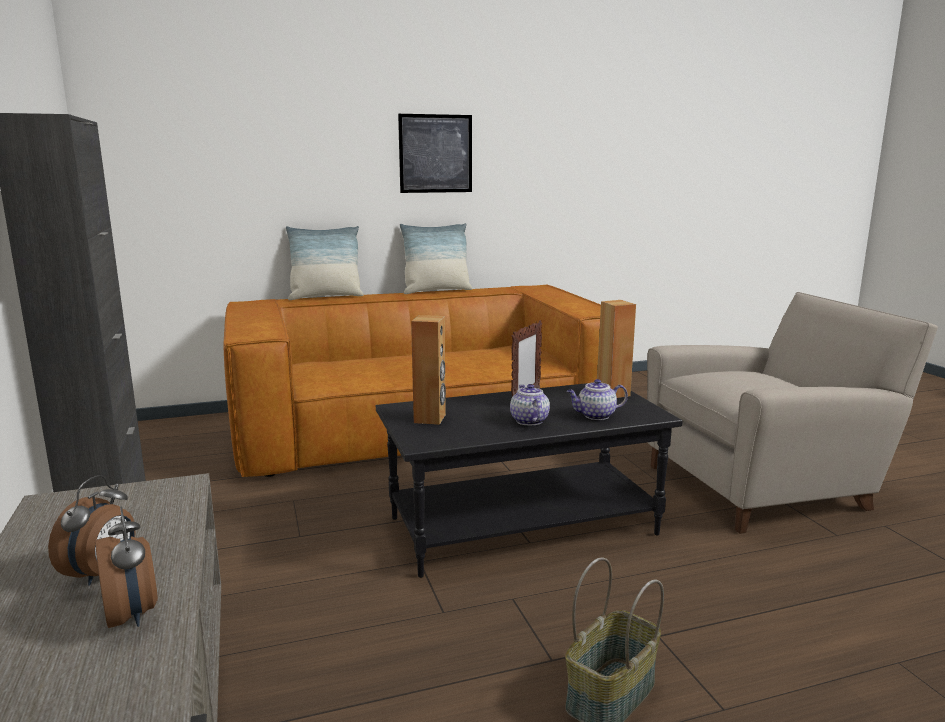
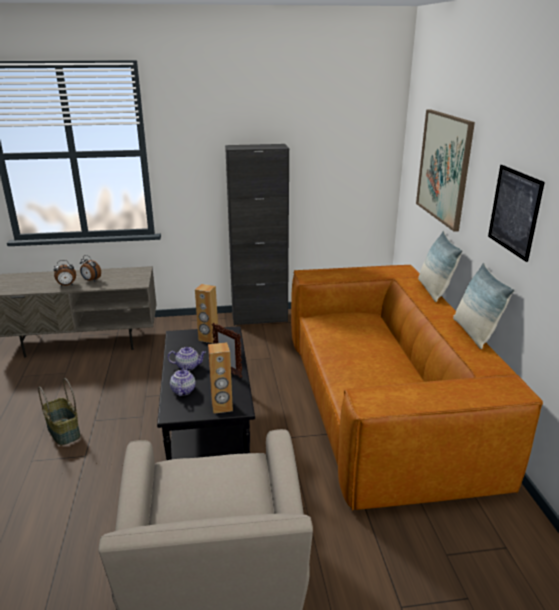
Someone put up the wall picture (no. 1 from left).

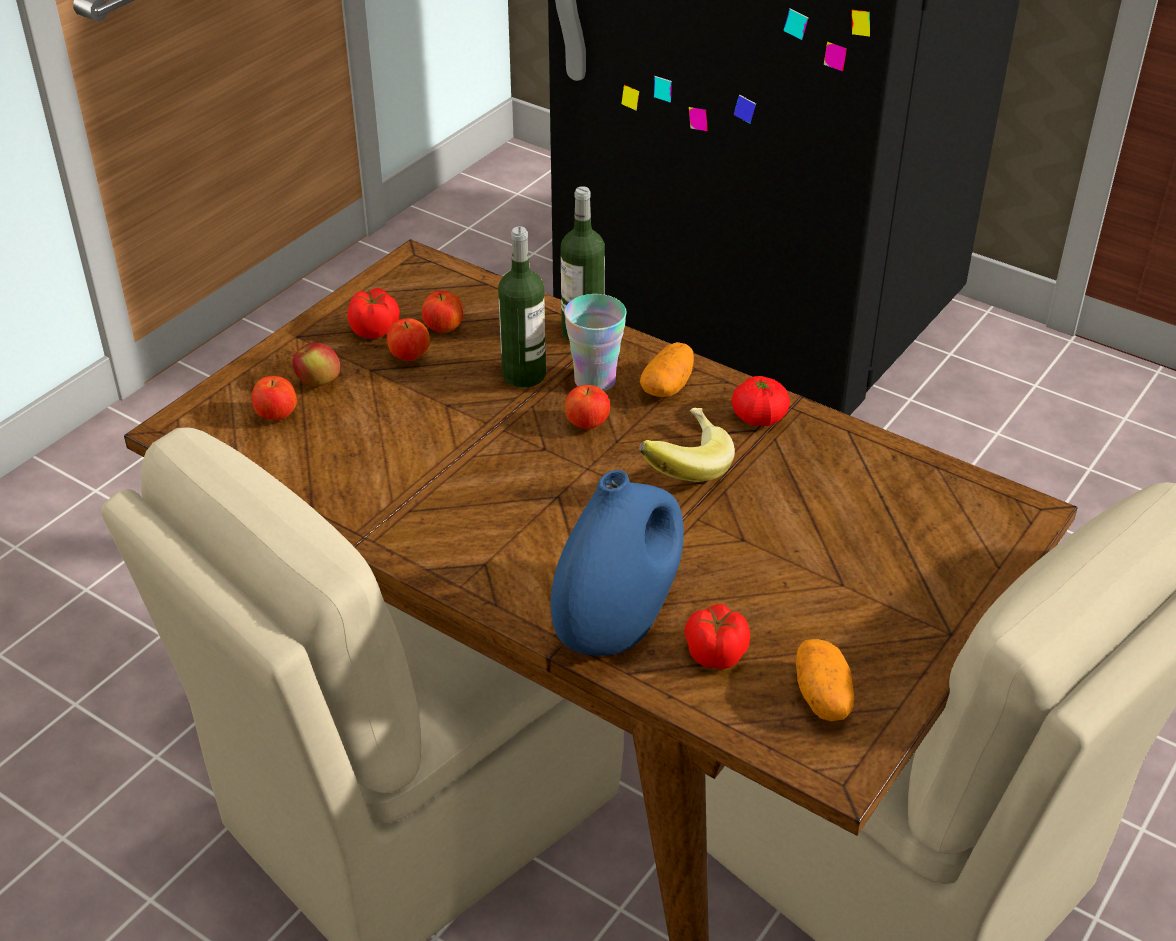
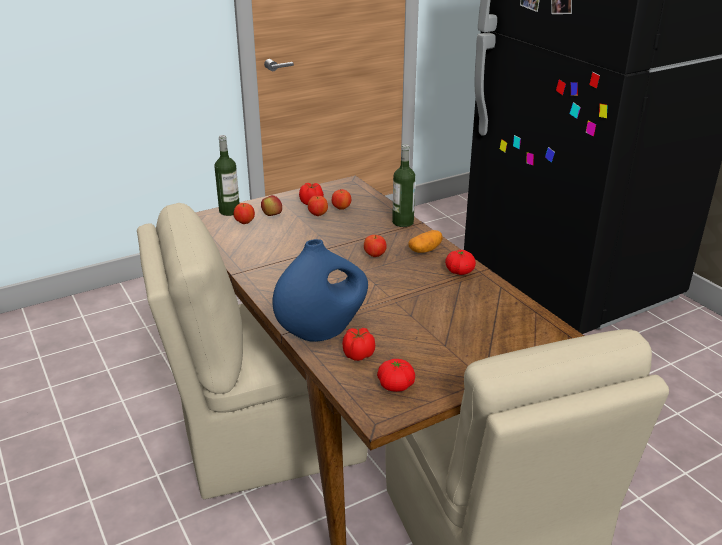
Someone carried the bottle (no. 1 from left).
Someone swapped the whole potato (no. 2 from left) for the fresh tomato (no. 3 from left).
Someone took away the drinking cup.
Someone took away the banana fruit.

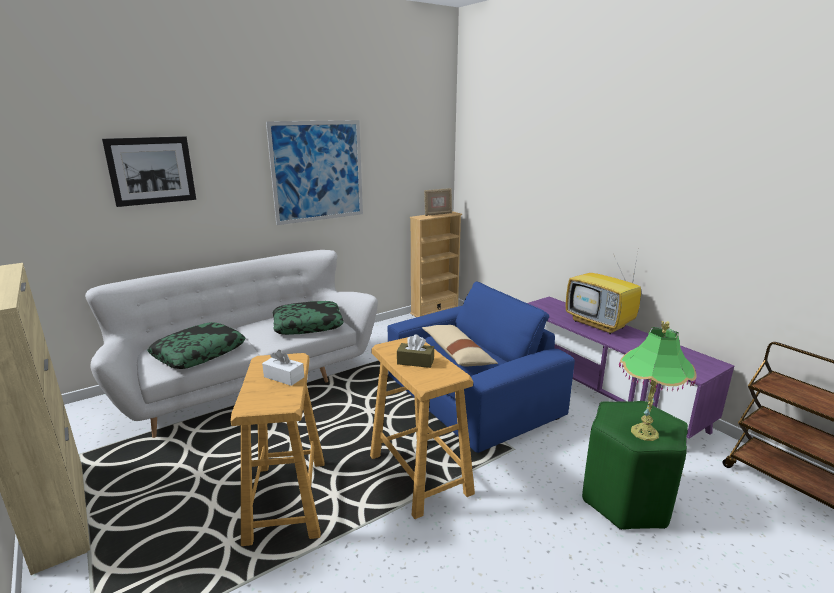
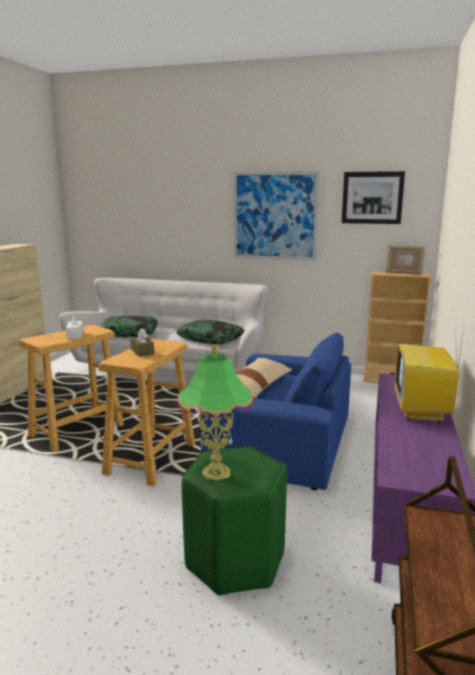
Someone carried the wall picture (no. 1 from left in the first image).

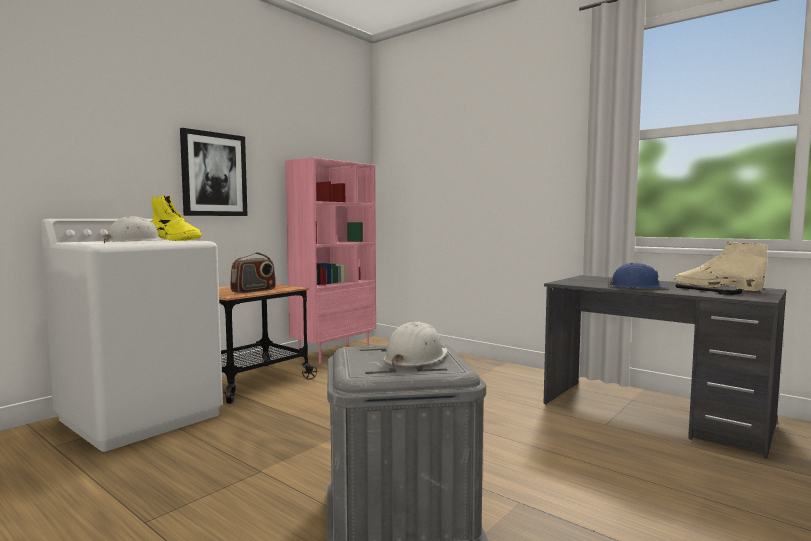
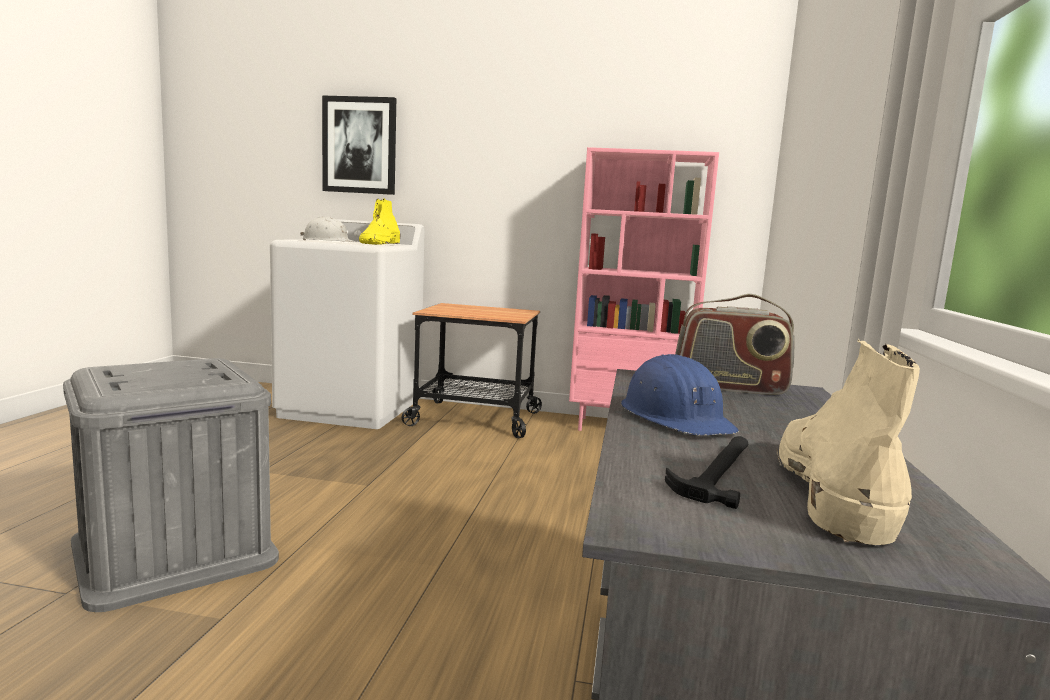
Someone carried the wall picture.
Someone carried the radio set.
Someone took away the whitish safety helmet (no. 2 from left).

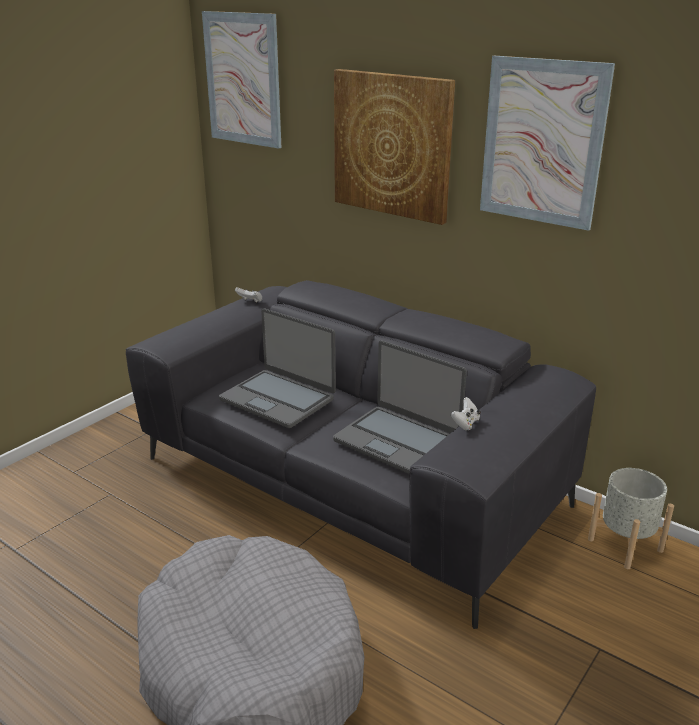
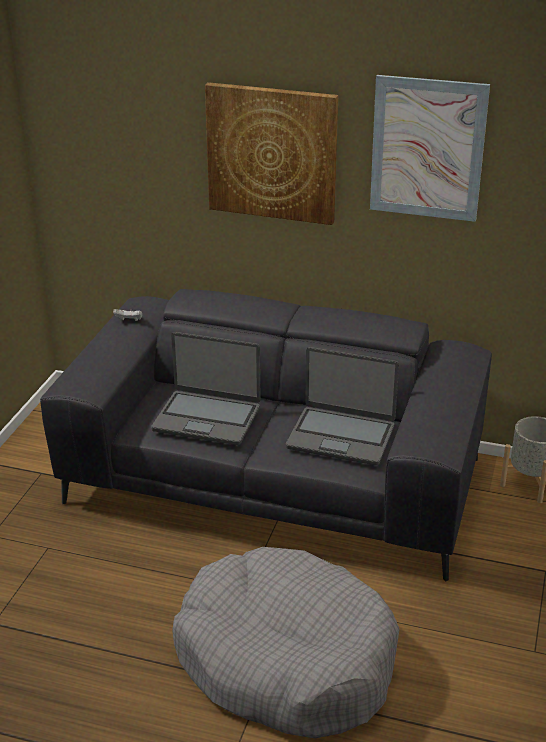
Someone took away the wall picture (no. 1 from left).
Someone took away the whitish joypad (no. 2 from left).

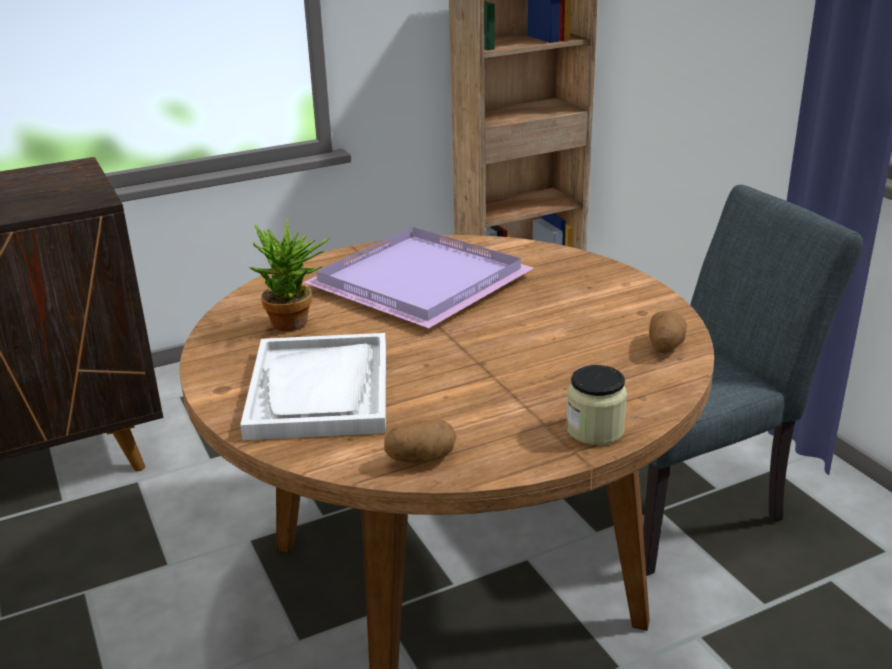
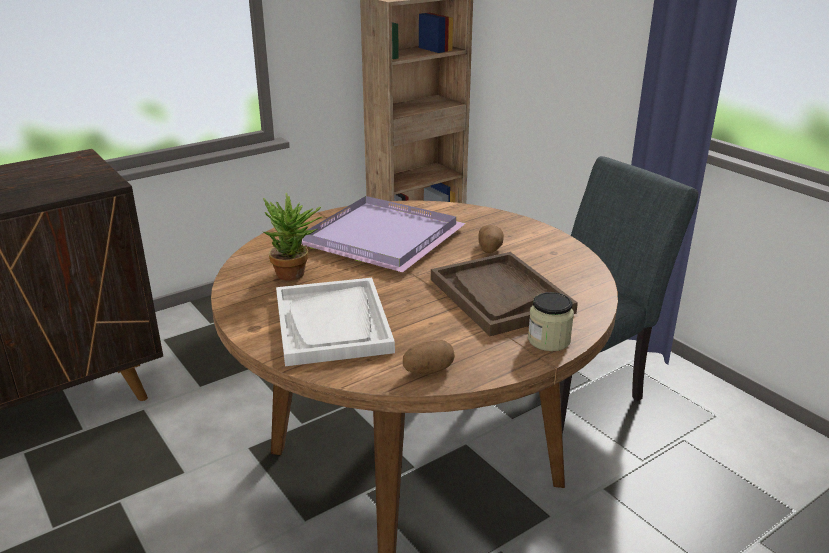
Someone put down the brown-coloured tray.
Someone carried the whole potato (no. 2 from left).

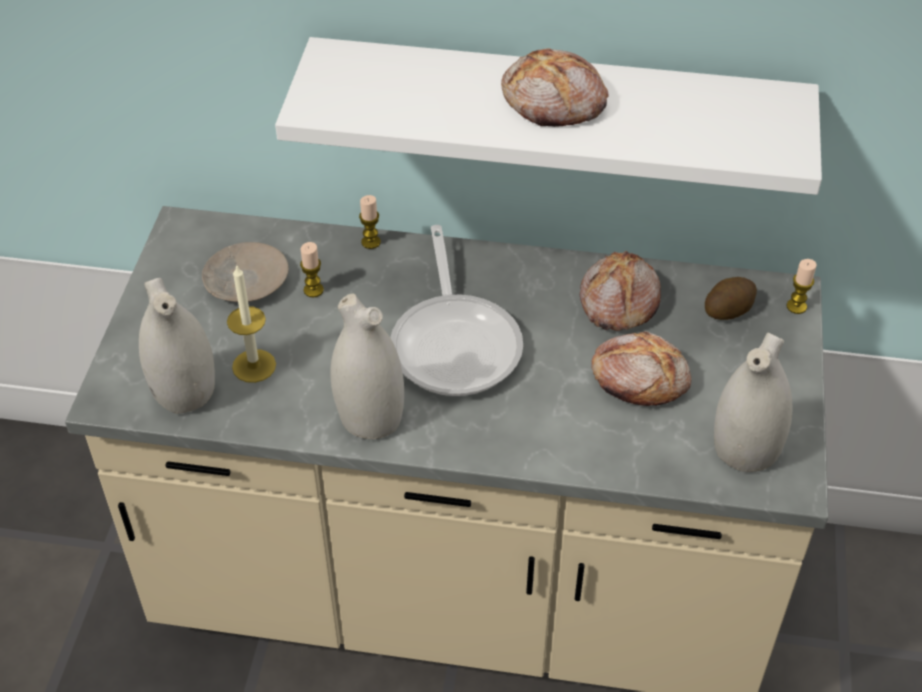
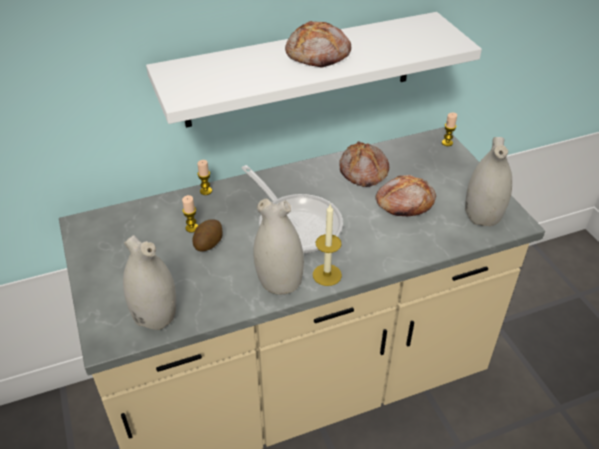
Someone carried the whole potato.
Someone carried the candle (no. 1 from left in the first image).
Someone took away the sand-coloured dinner plate.

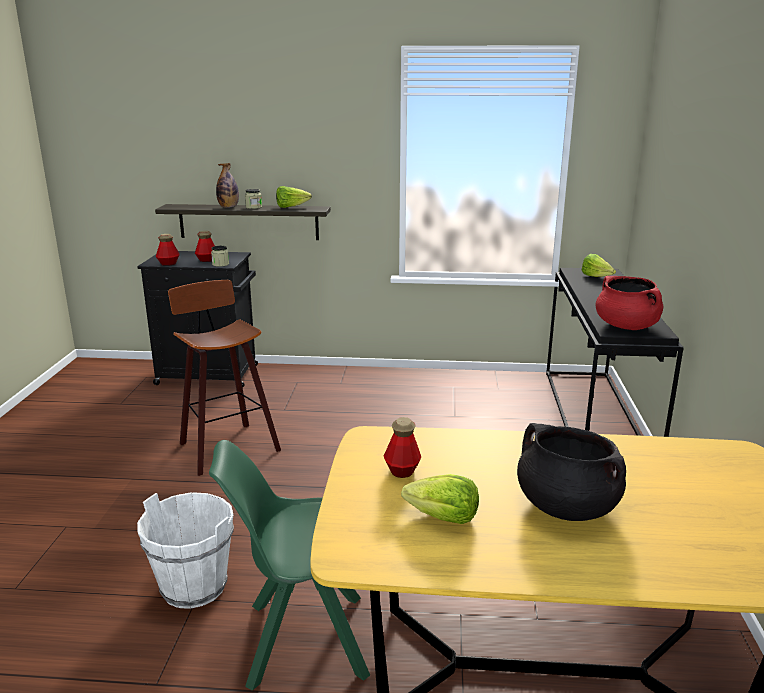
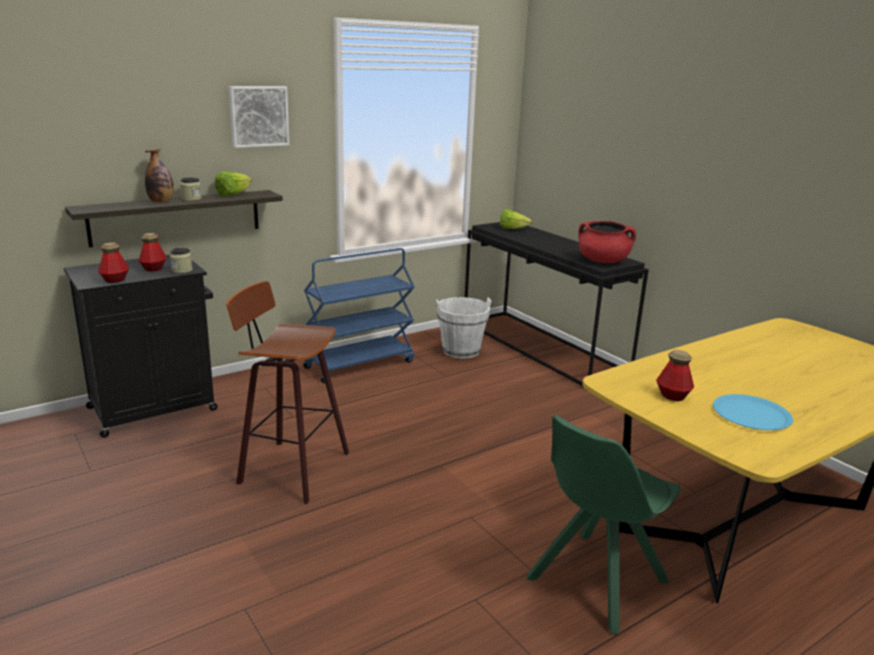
Someone put up the wall picture.
Someone put down the blue trolley.
Someone carried the whitish water bucket.
Someone swapped the head of lettuce (no. 2 from left) for the blue dinner plate.
Someone took away the blackish cooking pot.

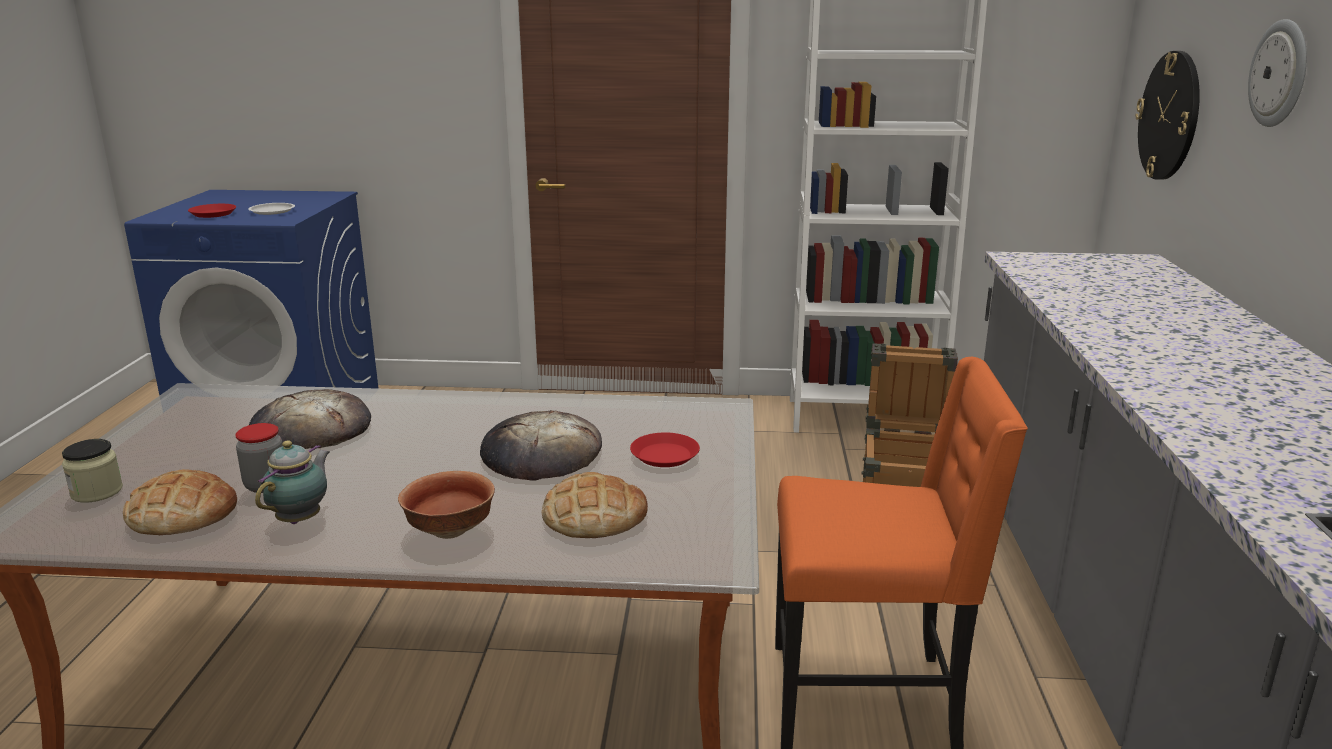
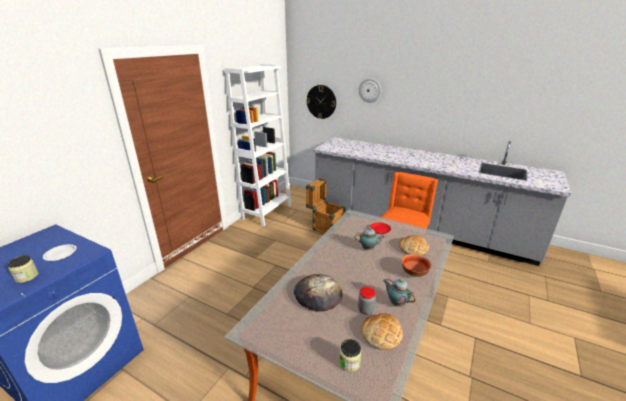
Someone swapped the red-coloured dinner plate (no. 1 from left) for the jar (no. 1 from left).
Someone swapped the bread (no. 3 from left) for the pot for tea (no. 1 from left).

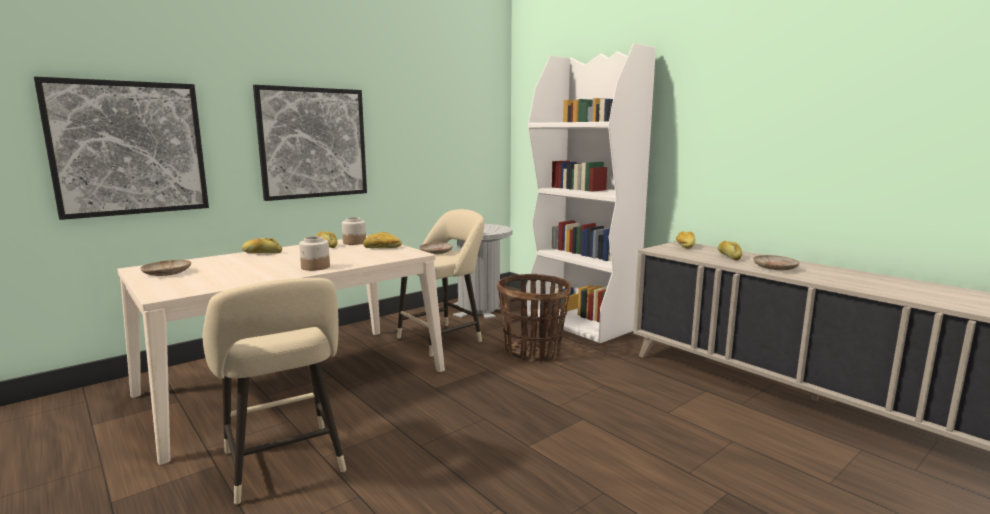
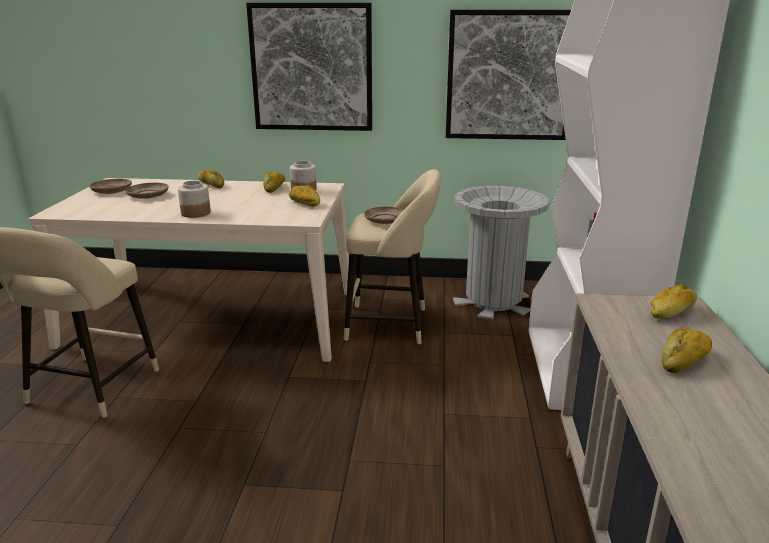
Someone carried the sand-coloured dinner plate (no. 3 from left in the first image).
Someone carried the wall picture (no. 1 from left in the first image).
Someone took away the household basket.

